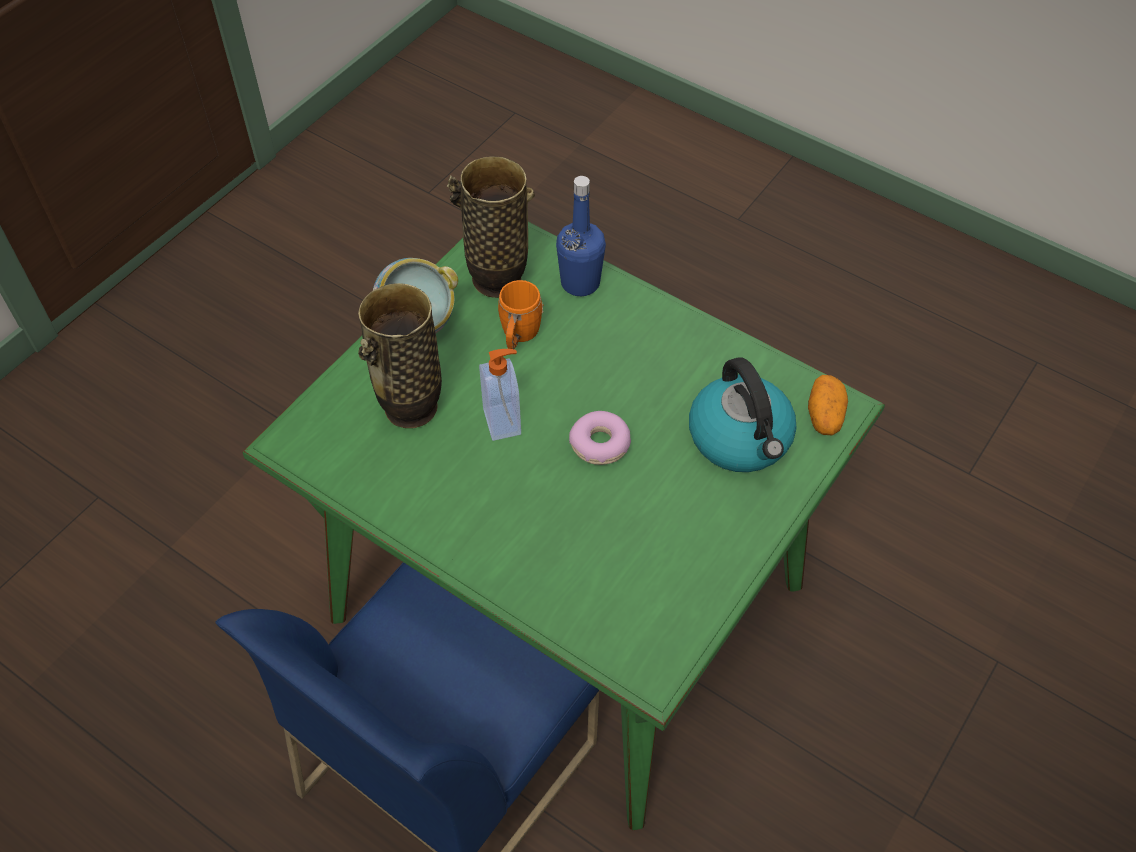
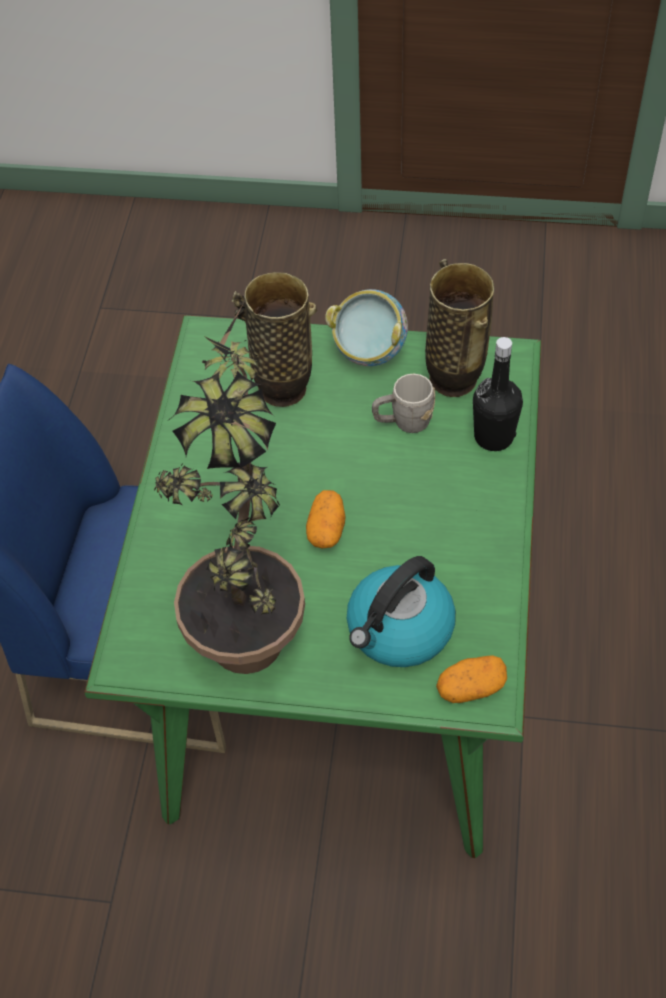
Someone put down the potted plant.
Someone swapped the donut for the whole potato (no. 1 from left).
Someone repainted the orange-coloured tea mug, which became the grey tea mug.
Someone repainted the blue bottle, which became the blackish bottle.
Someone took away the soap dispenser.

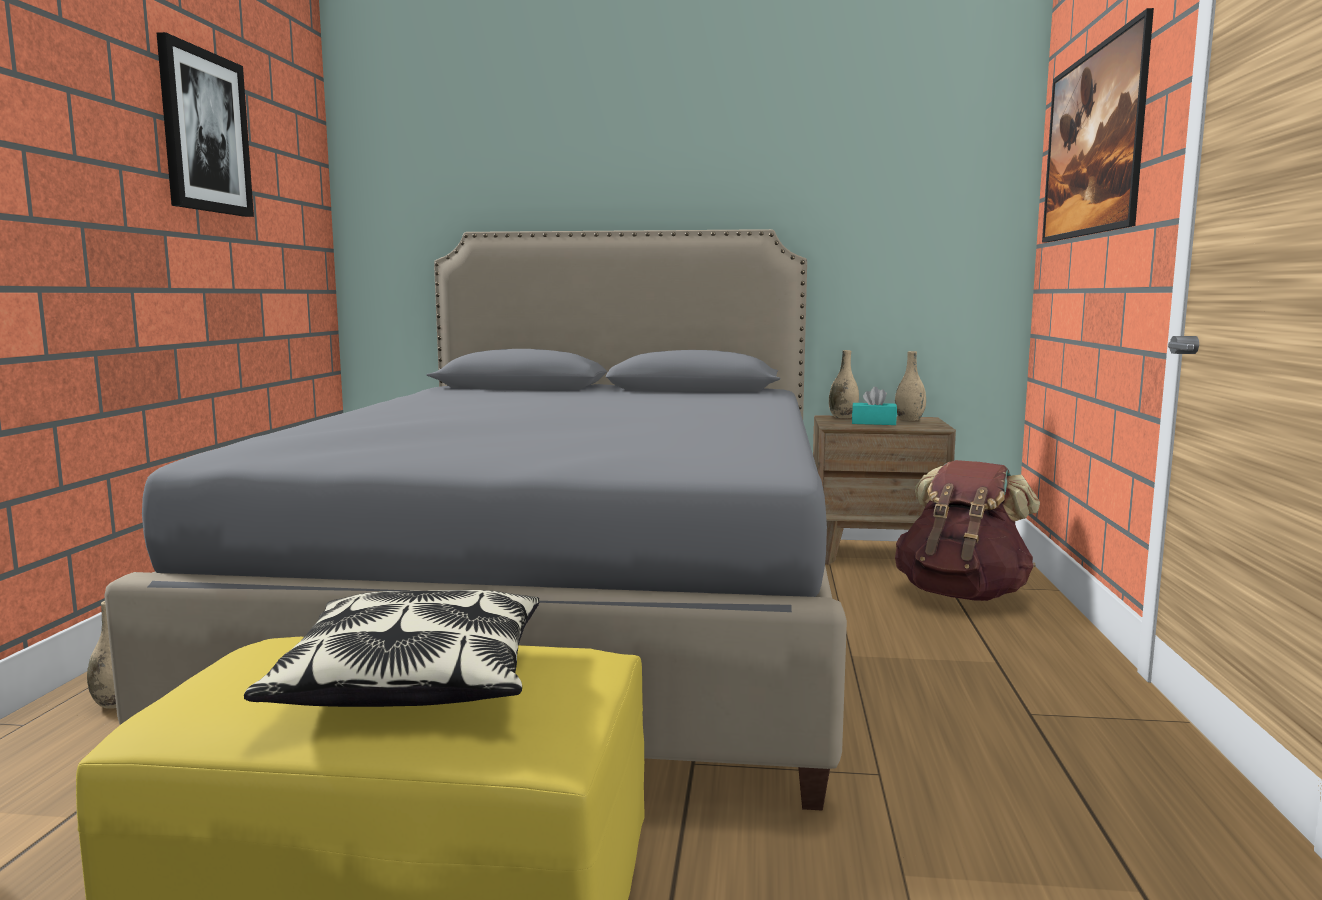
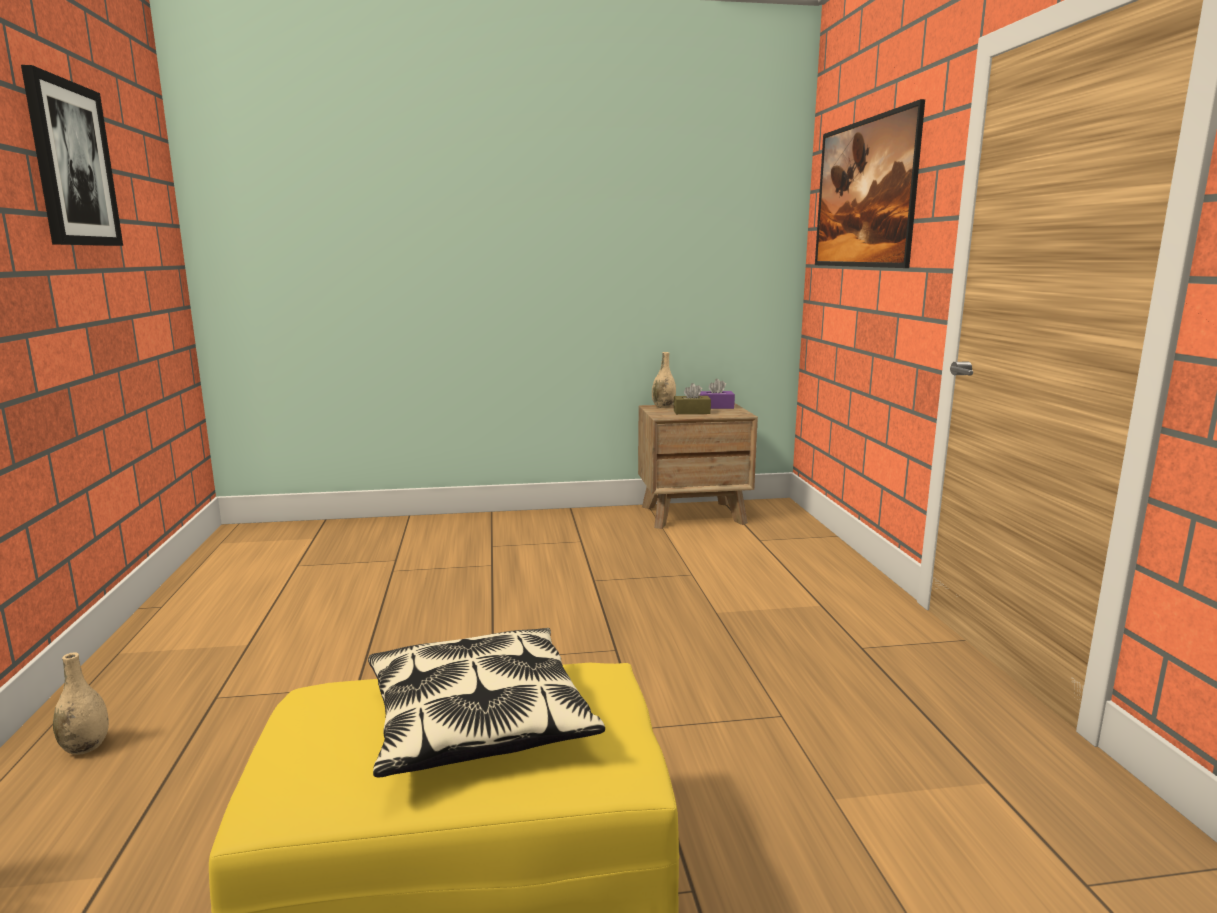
Someone repainted the turquoise-coloured tissue holder, which became the brown-coloured tissue holder.
Someone swapped the sand-coloured decorative vase (no. 3 from left) for the purple tissue holder.
Someone took away the grey sleeping bed.
Someone took away the brown-coloured backpack.

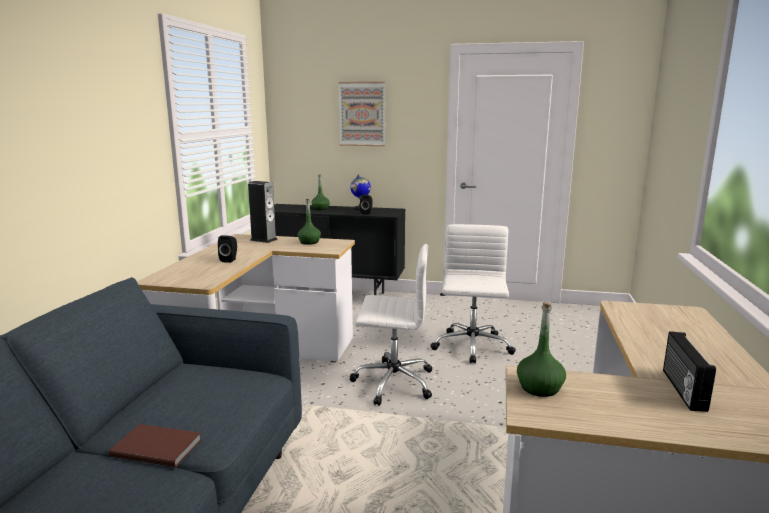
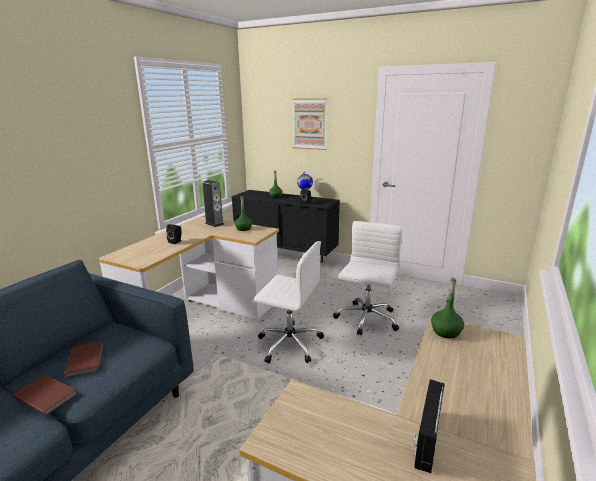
Someone put down the brown-coloured book (no. 2 from left).
Someone carried the green-coloured bottle (no. 3 from left).

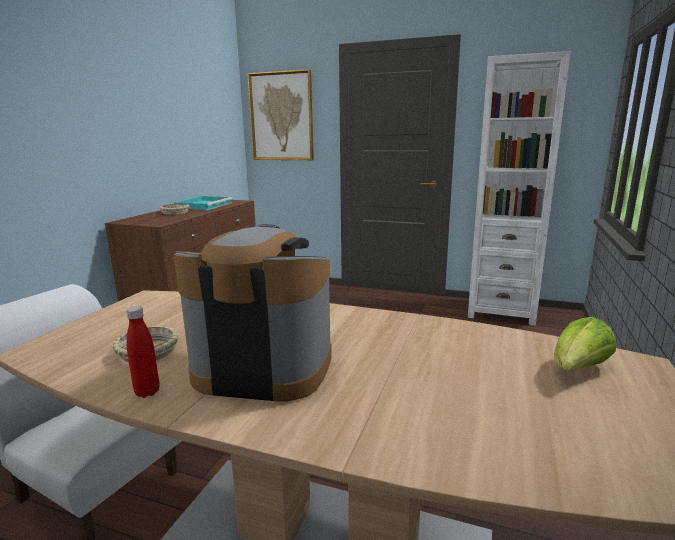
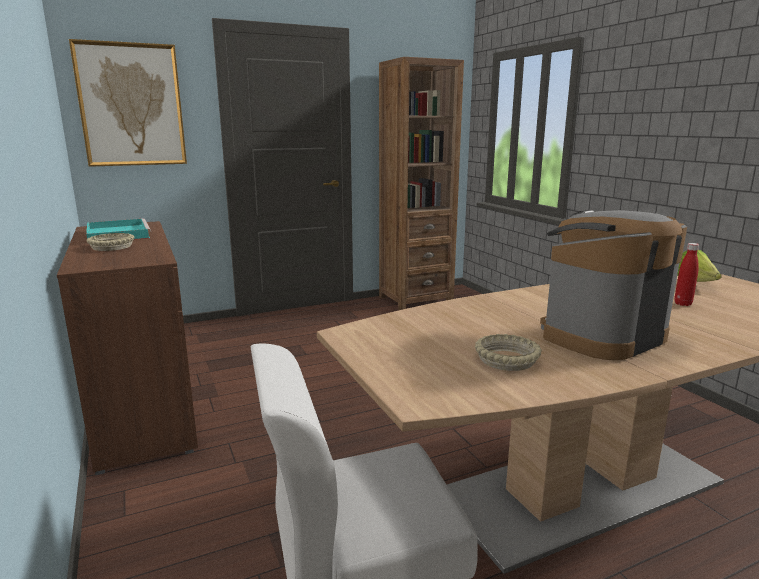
Someone repainted the whitish bookshelf, which became the brown-coloured bookshelf.
Someone carried the red-coloured bottle.

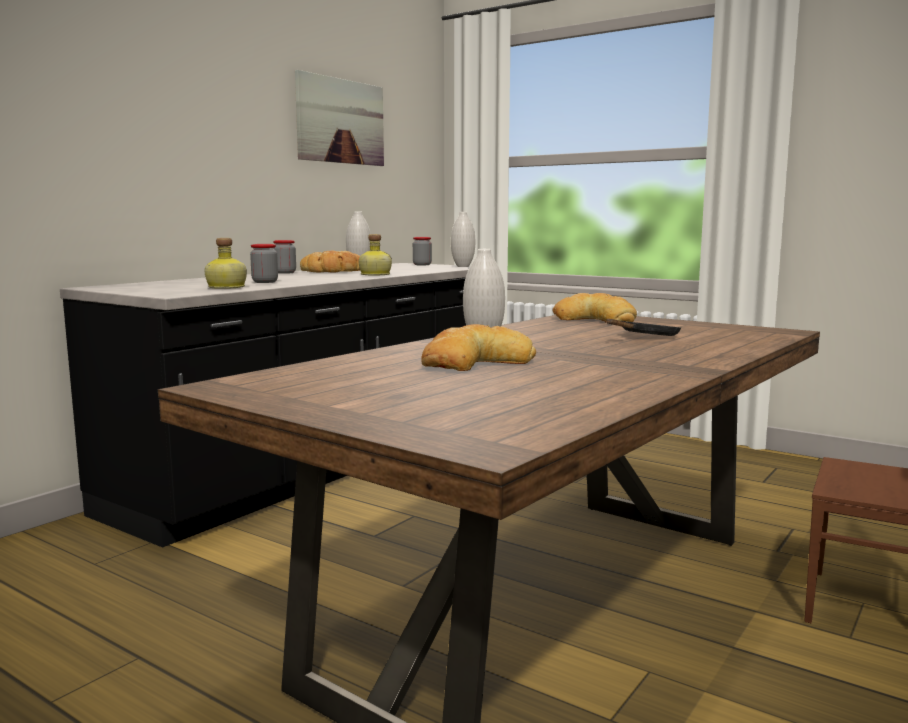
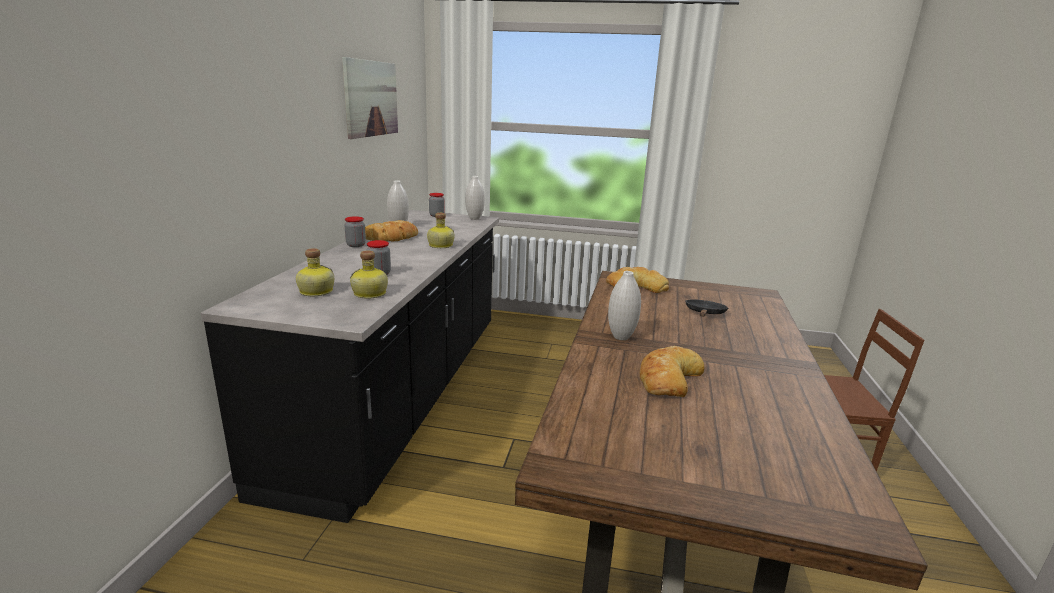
Someone put down the bottle (no. 1 from left).

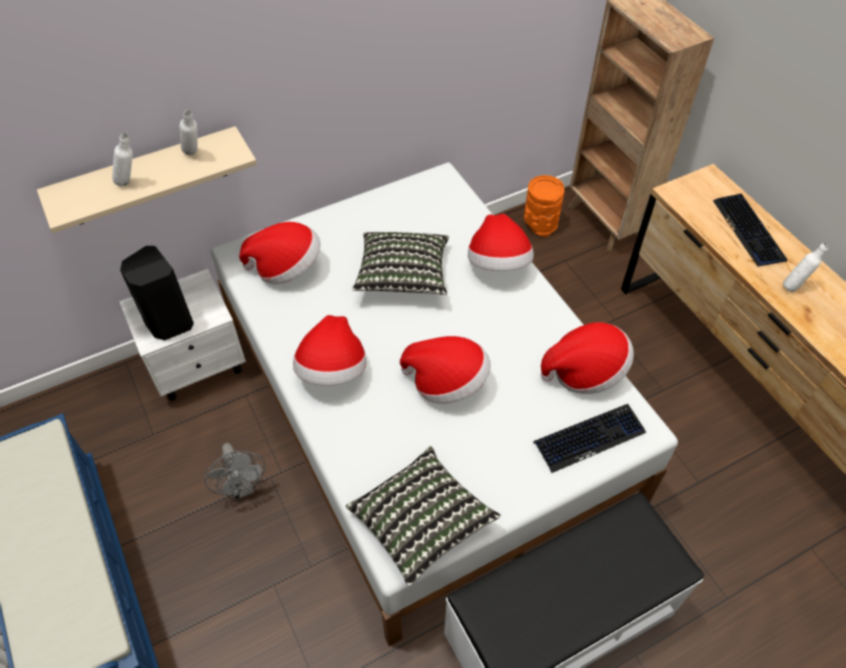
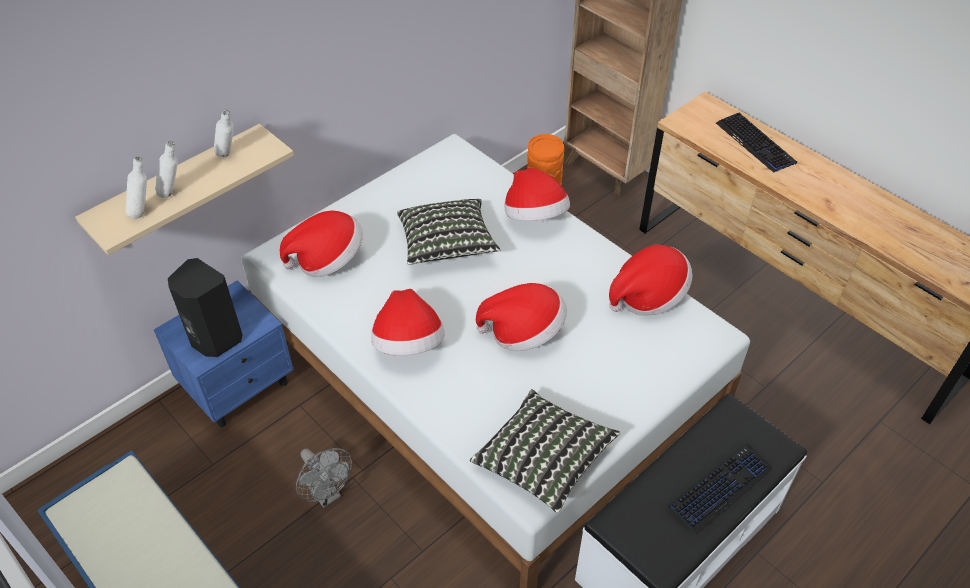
Someone carried the whitish bottle (no. 3 from left in the first image).
Someone repainted the whitish nightstand, which became the blue nightstand.
Someone carried the computer keyboard (no. 1 from left).

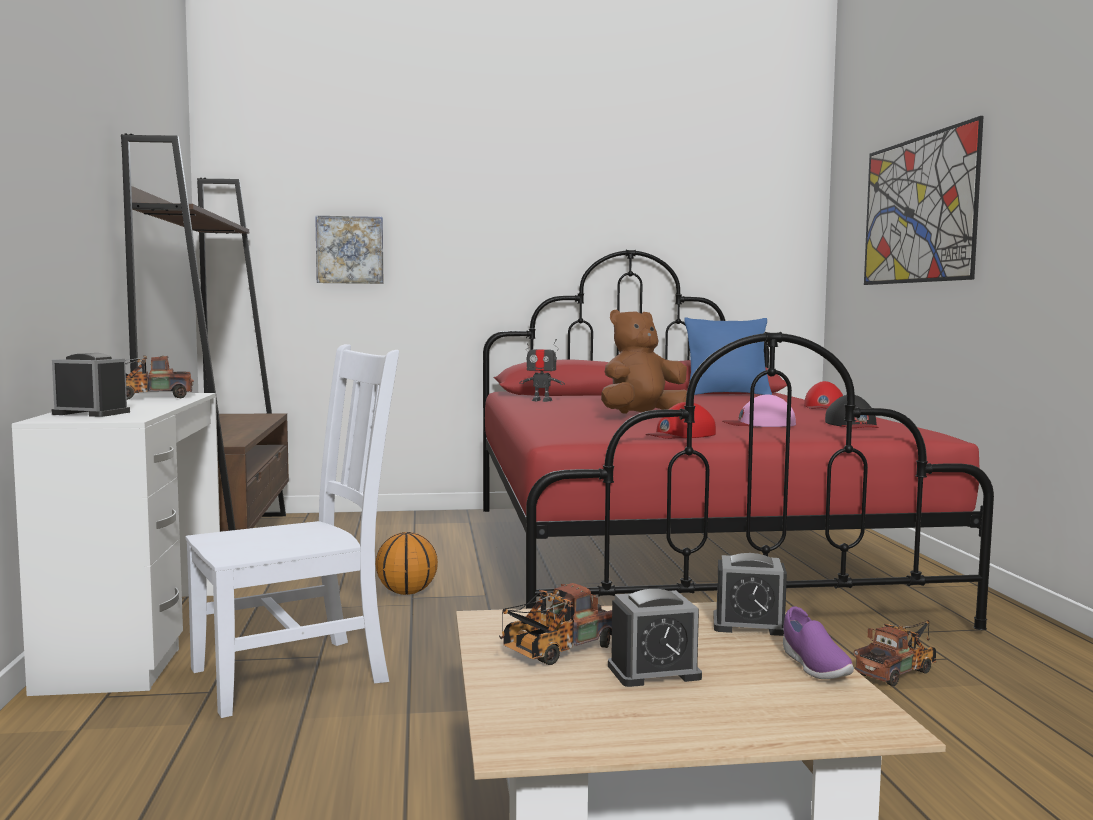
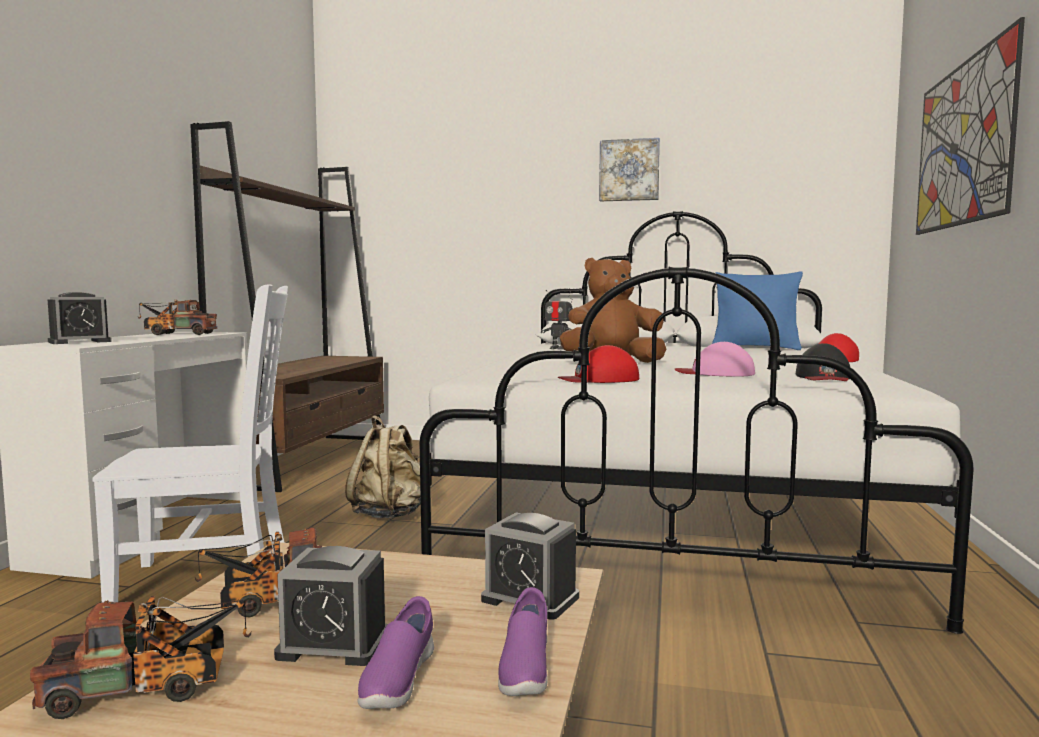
Someone carried the toy lorry (no. 3 from left in the first image).
Someone rotated the bedside clock (no. 1 from left) by 105 degrees clockwise.
Someone swapped the ball for basketball for the sand-coloured backpack.
Someone put down the purple item of footwear (no. 1 from left).
Someone repainted the red-coloured sleeping bed, which became the whitish sleeping bed.
Someone carried the wall picture (no. 1 from left).

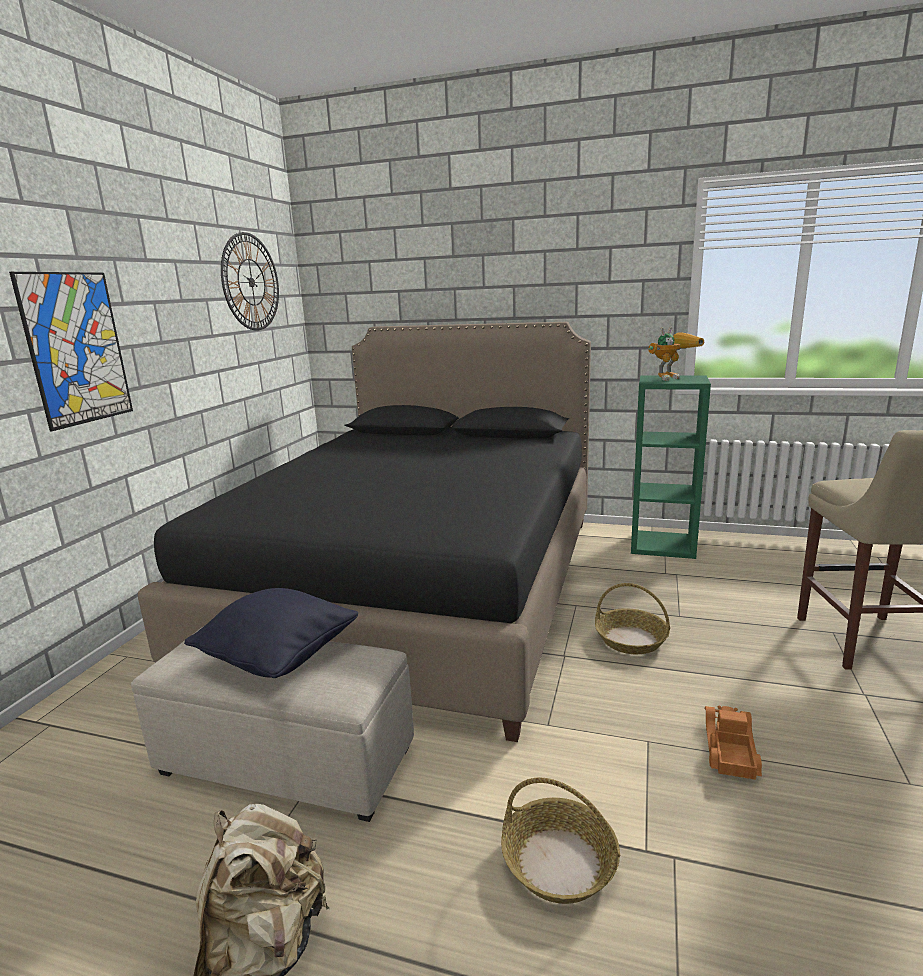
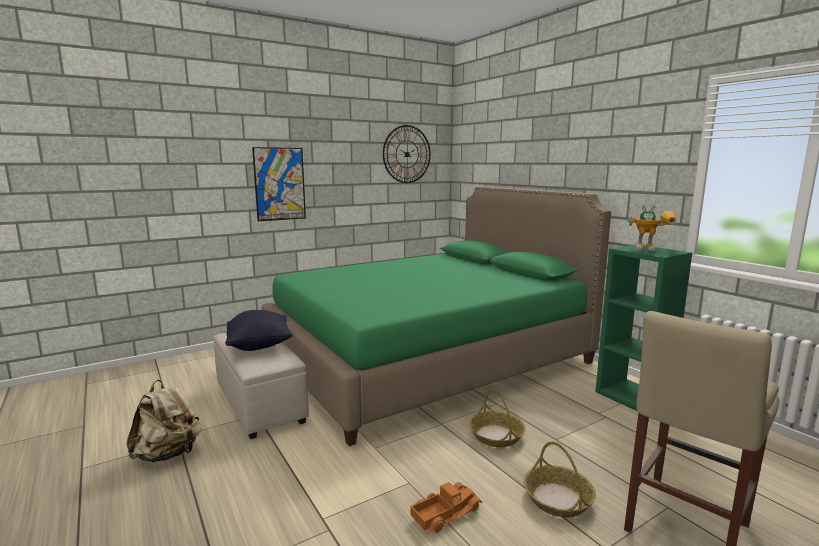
Someone repainted the blackish sleeping bed, which became the green-coloured sleeping bed.
Someone carried the household basket (no. 1 from left in the first image).

